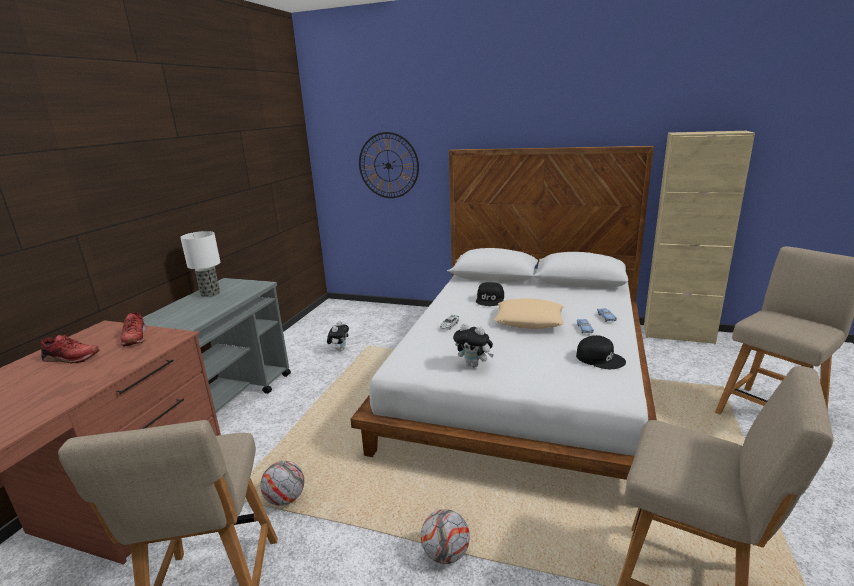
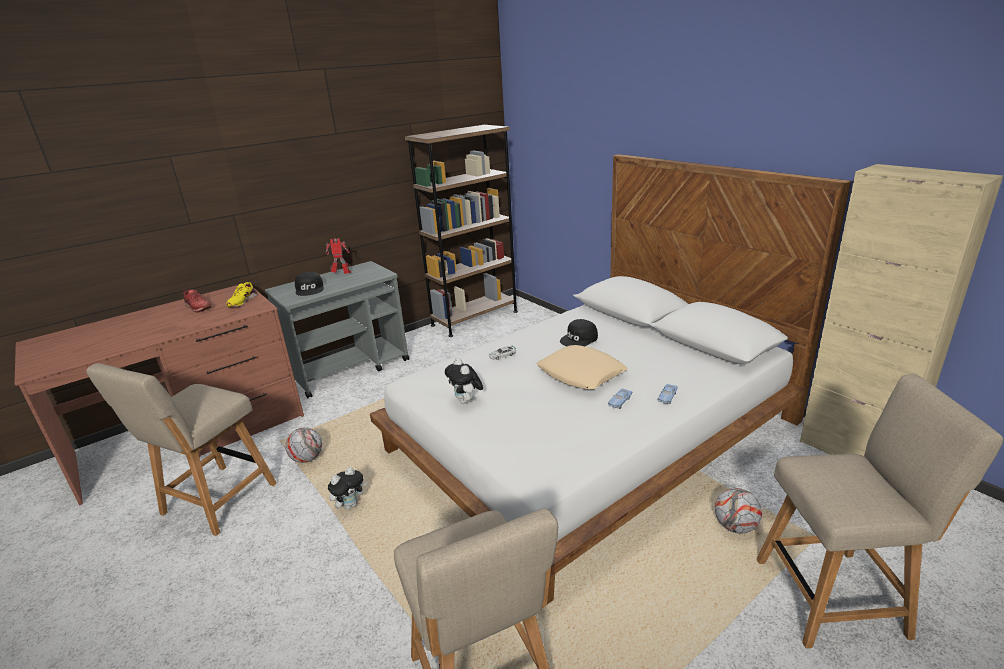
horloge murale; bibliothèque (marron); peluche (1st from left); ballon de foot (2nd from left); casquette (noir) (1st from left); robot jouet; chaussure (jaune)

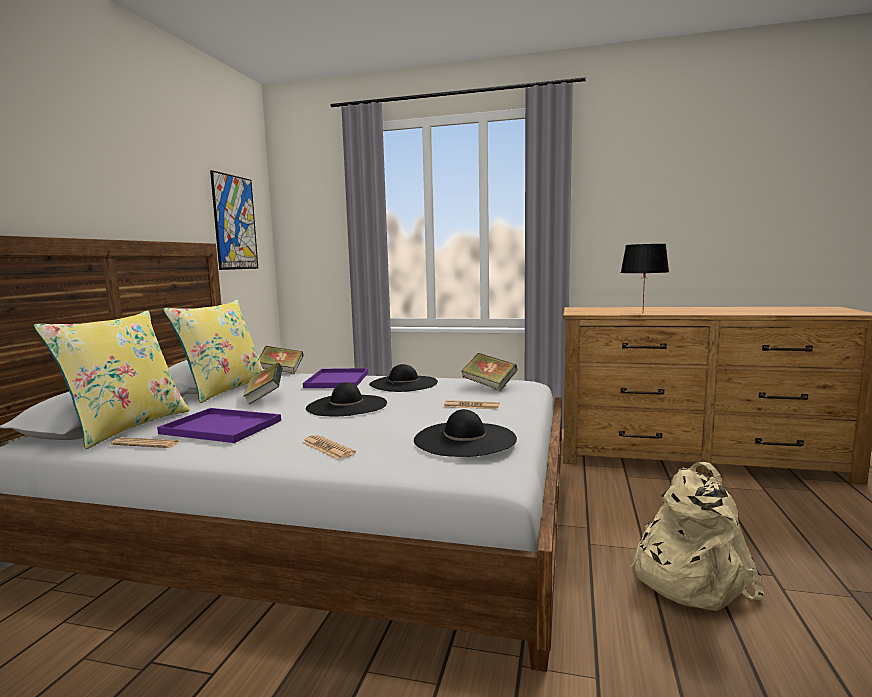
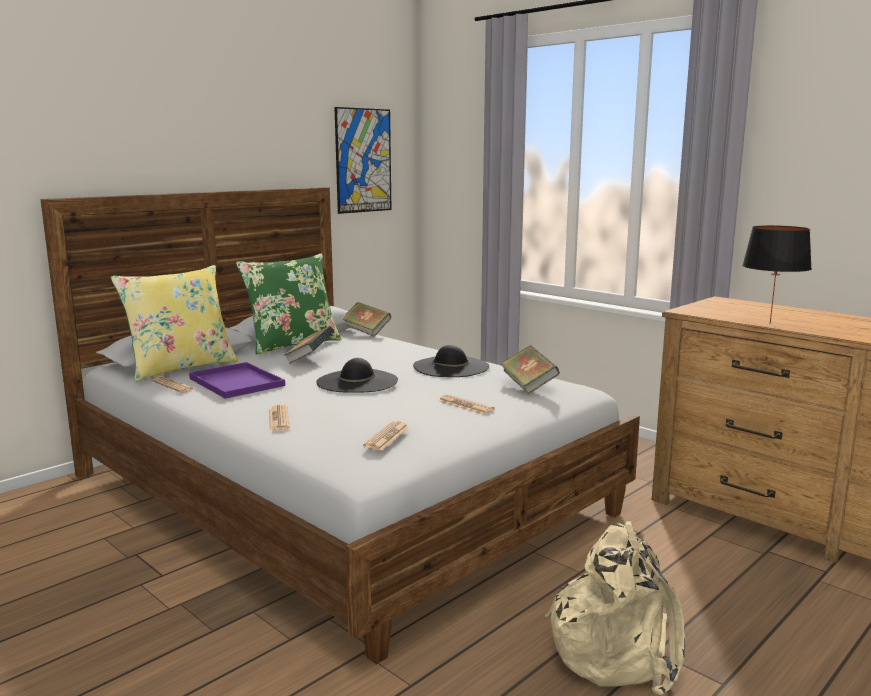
plateau (violet) (2nd from left in the first image); journal (3rd from left); coussin (vert)

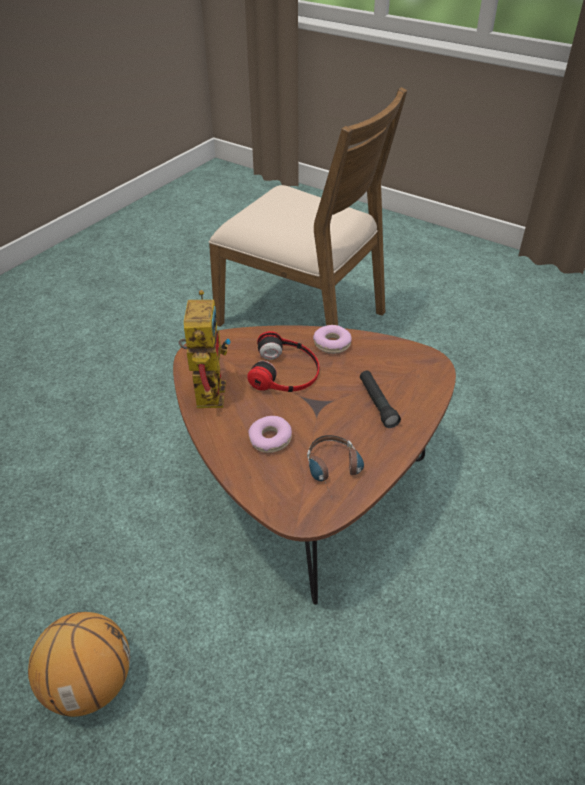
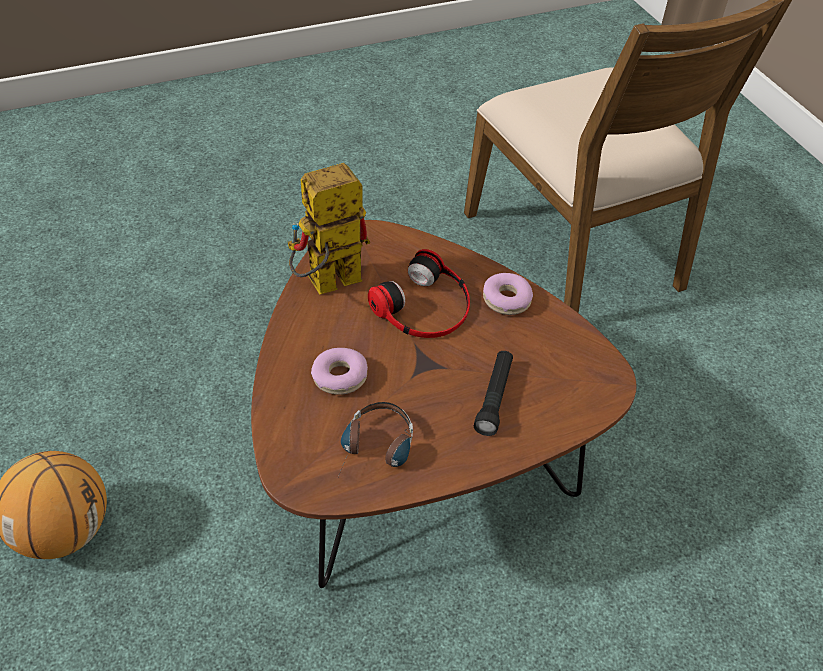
robot jouet

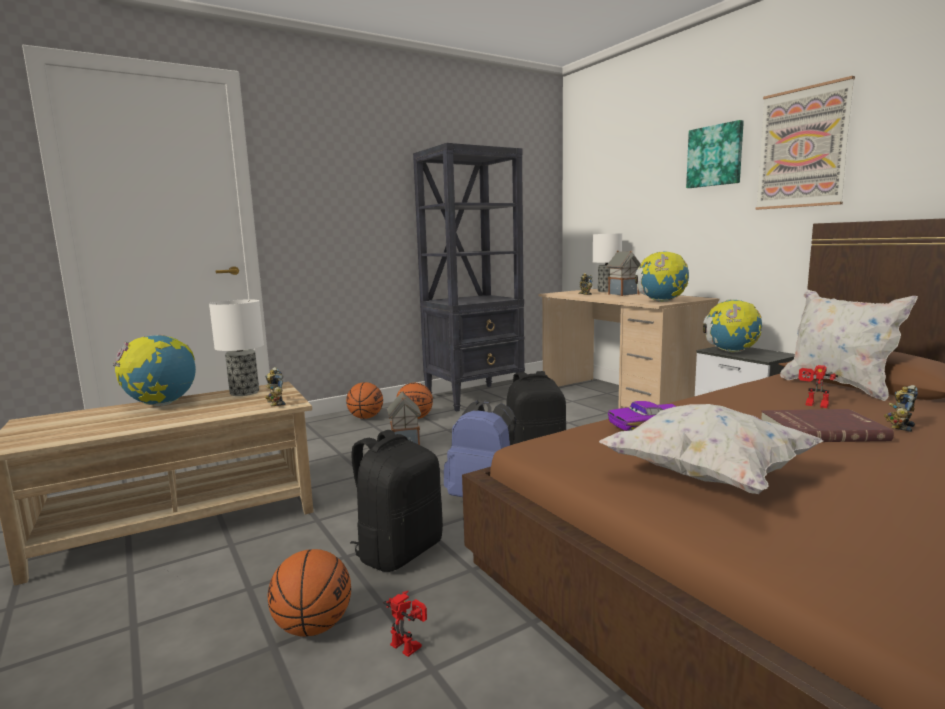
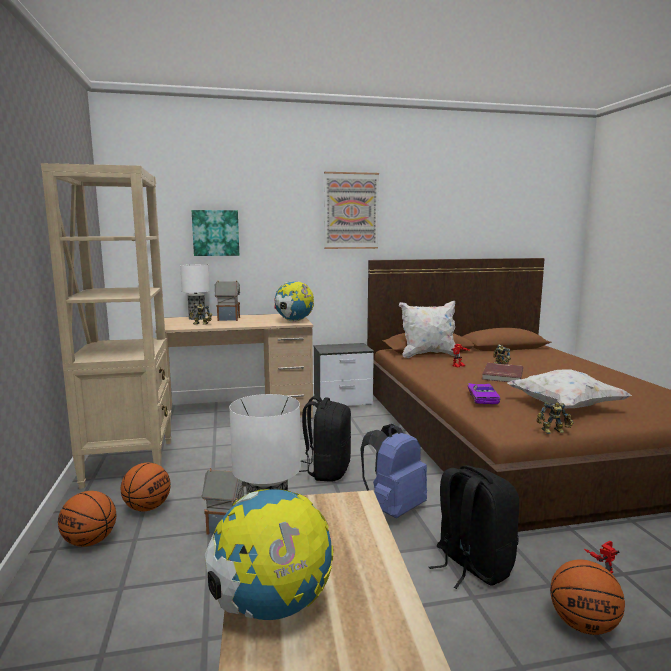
globe (3rd from left in the first image); robot jouet (4th from left); tableau (1st from left); bibliothèque (beige)

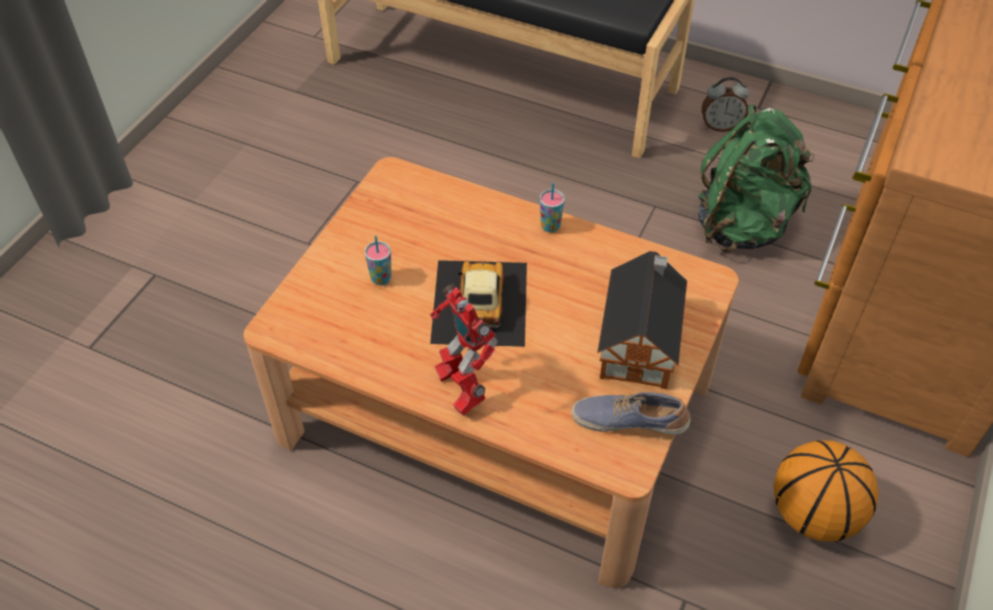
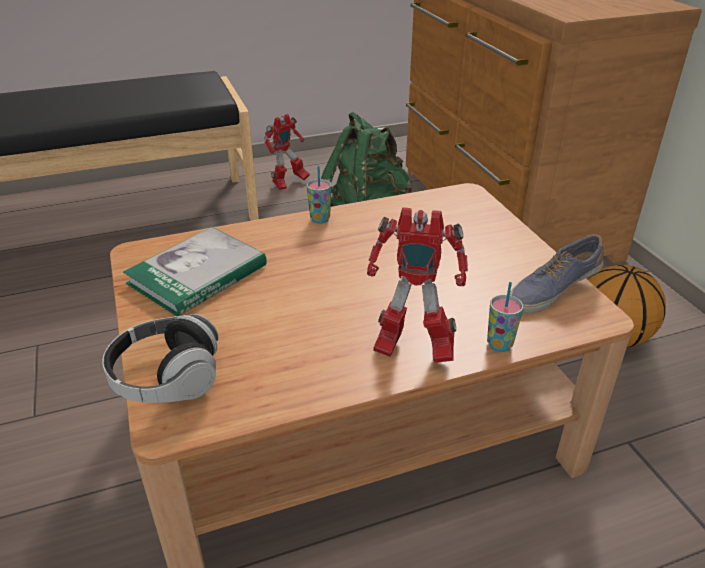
petite voiture; maison miniature; casque audio; livre; tasse (2nd from left); robot jouet (1st from left)

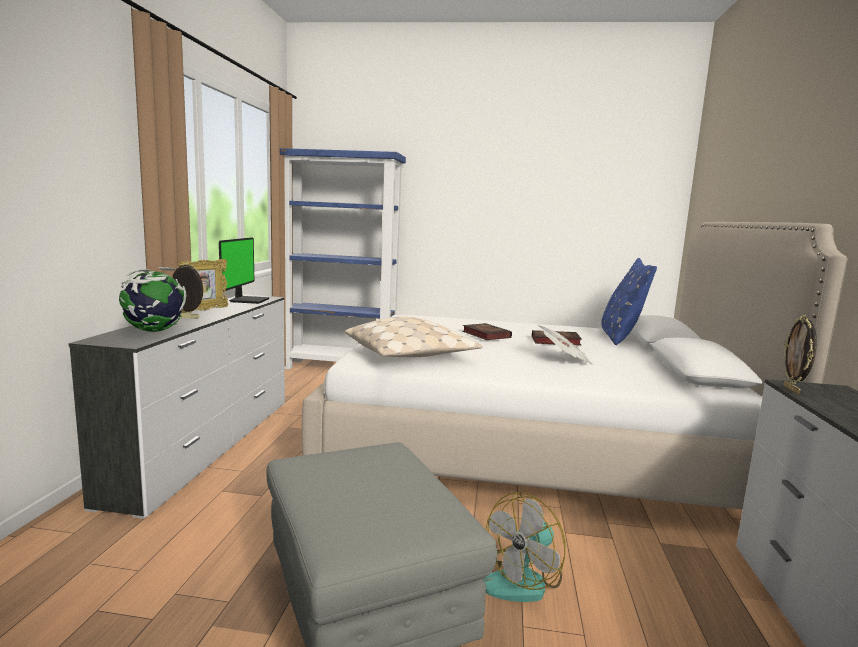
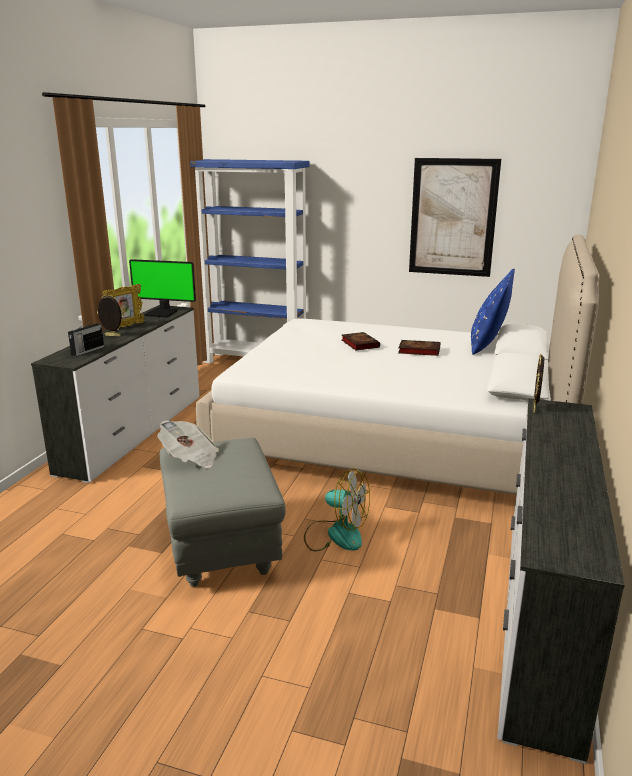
coussin (beige); tableau; journal; radio; écran d'ordinateur; ventilateur

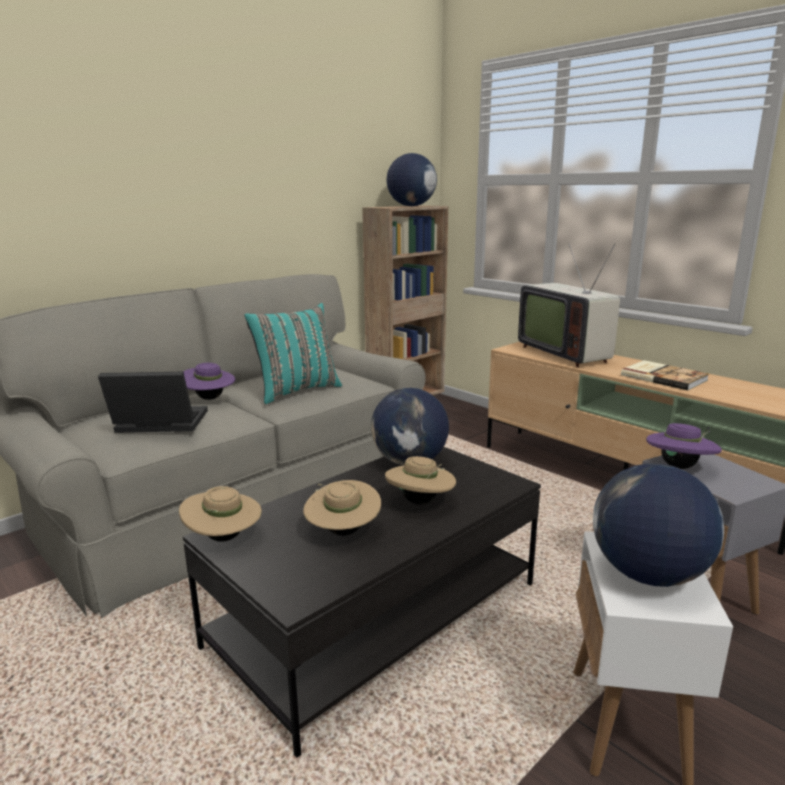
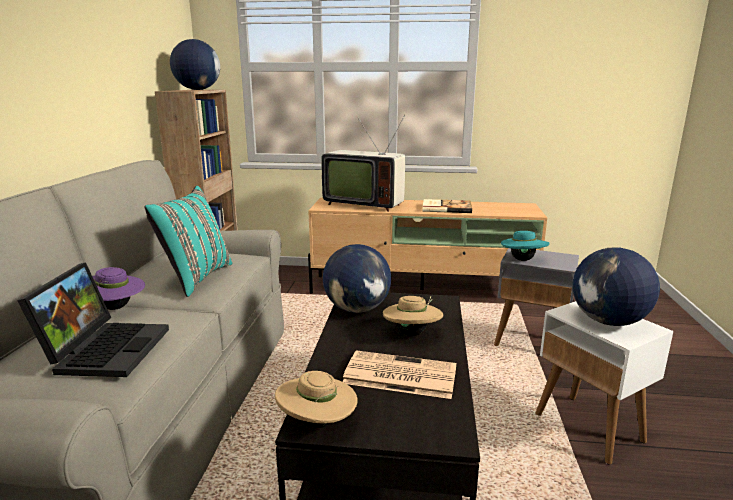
journal; chapeau (turquoise); ordinateur portable

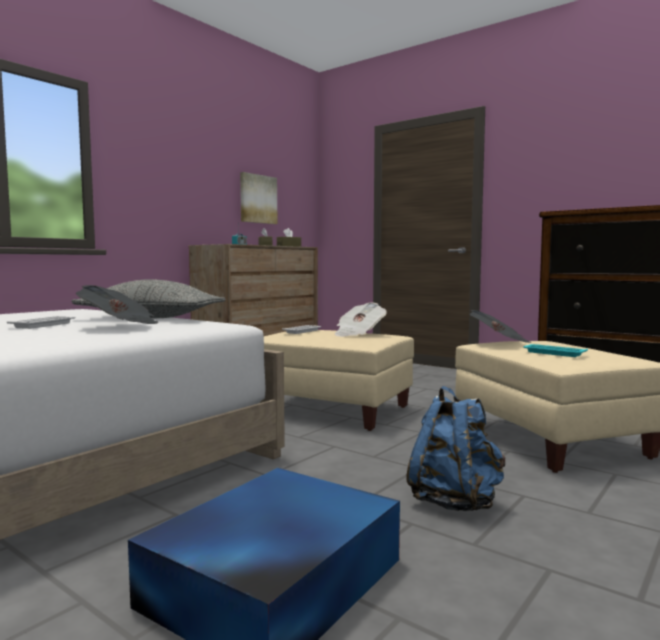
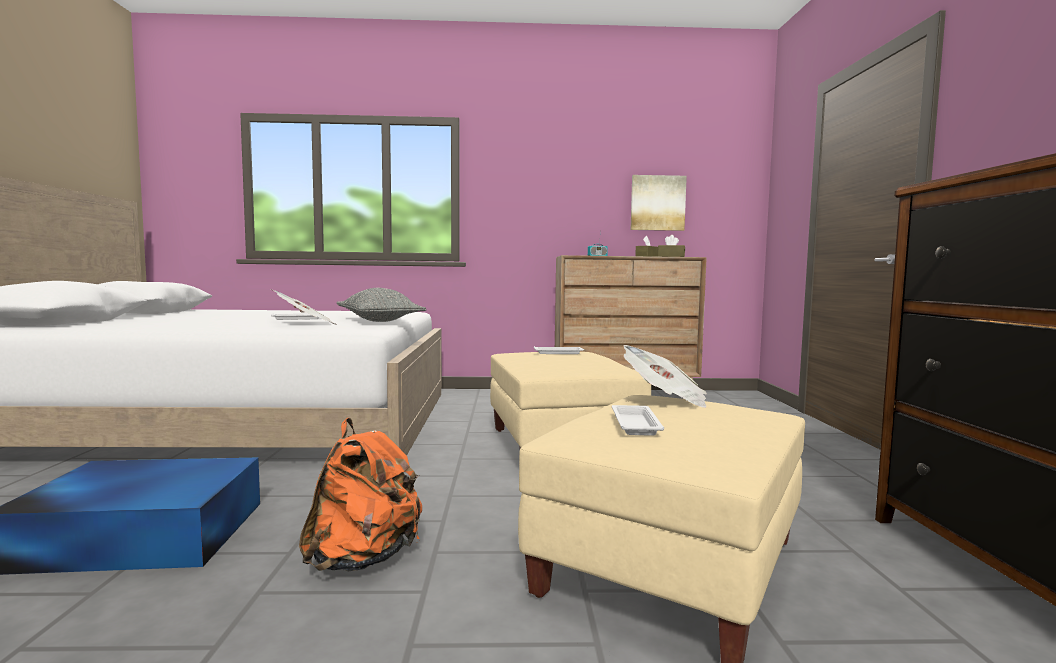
journal (2nd from left in the first image); sac à dos (orange); plateau (blanc) (3rd from left)

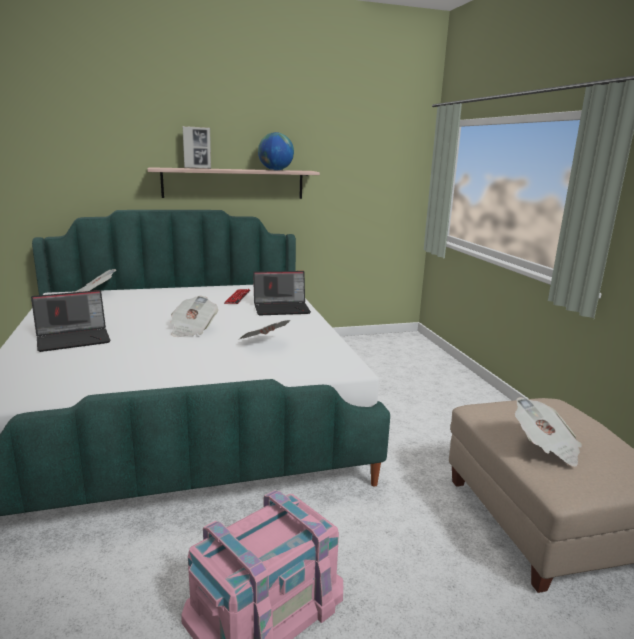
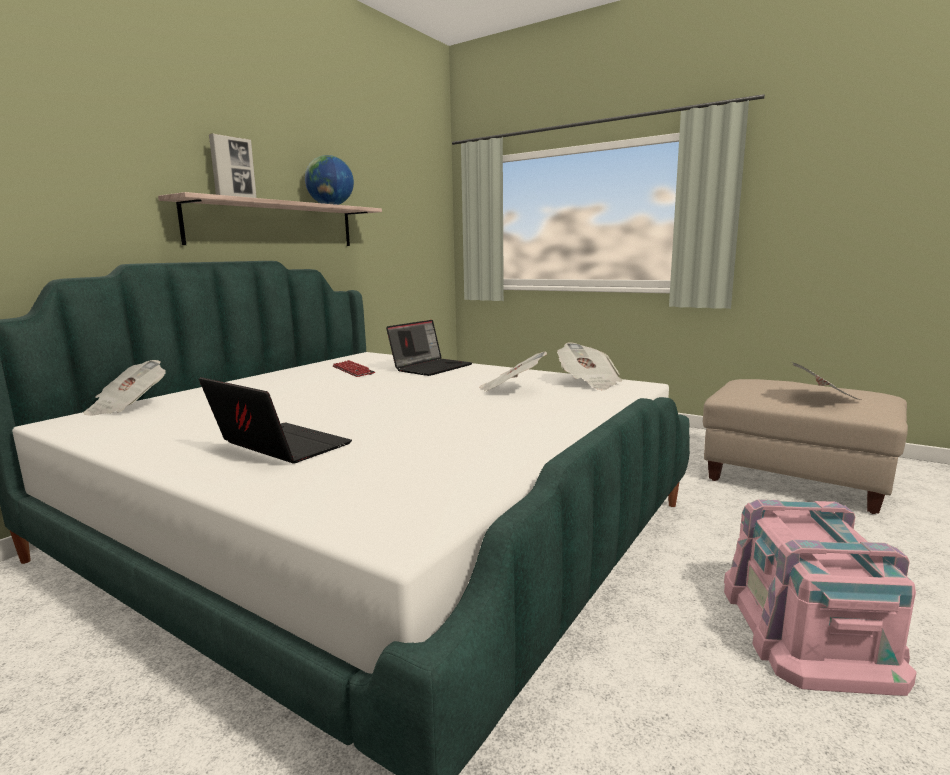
journal (3rd from left); ordinateur portable (1st from left)

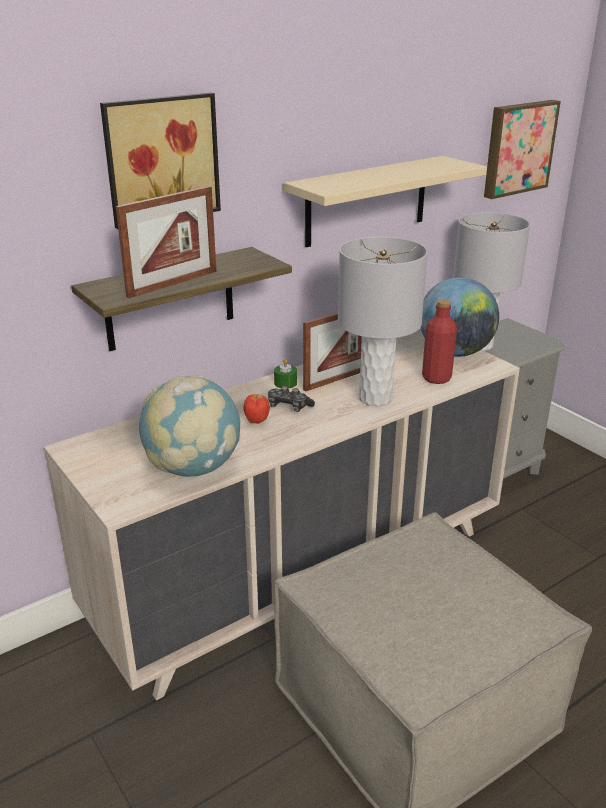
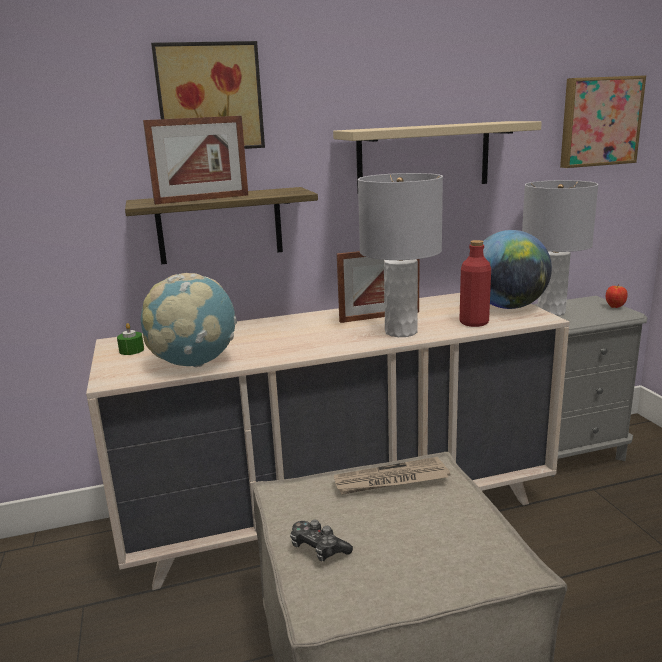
journal; pomme; manette; bougie (vert)

